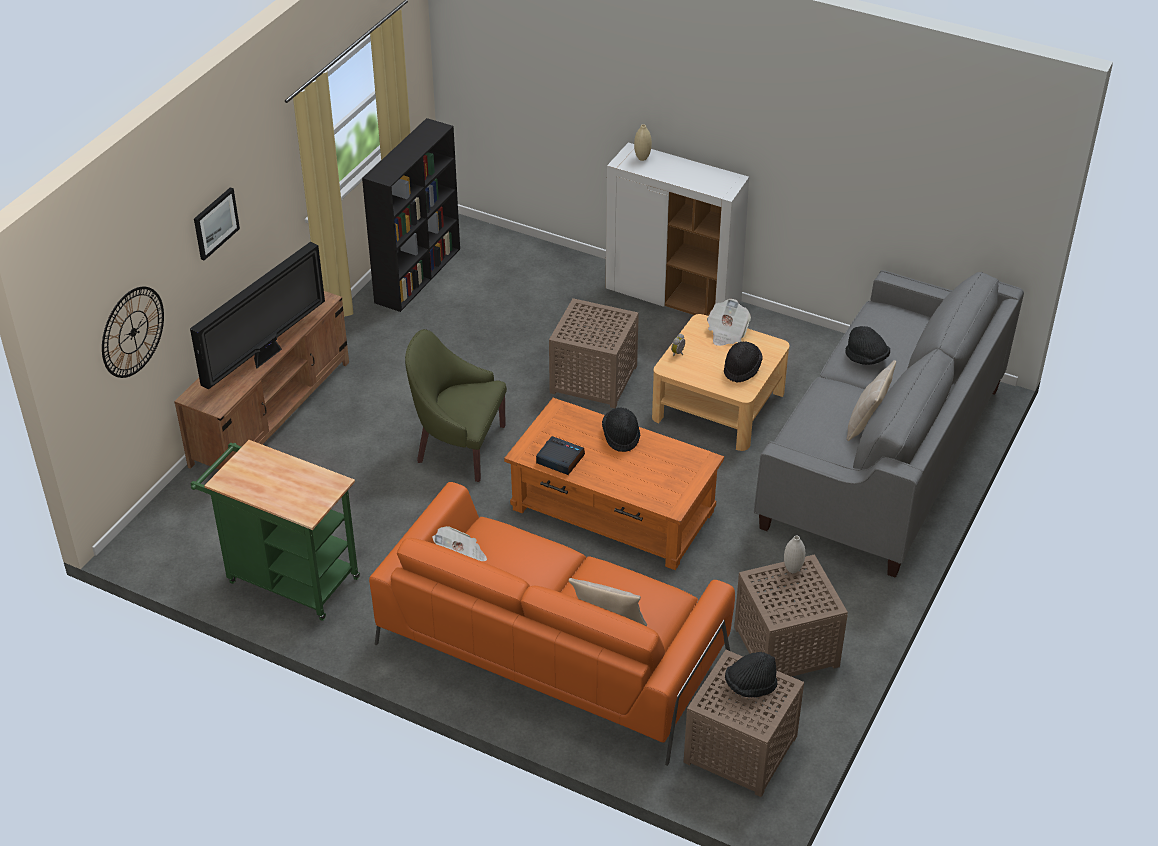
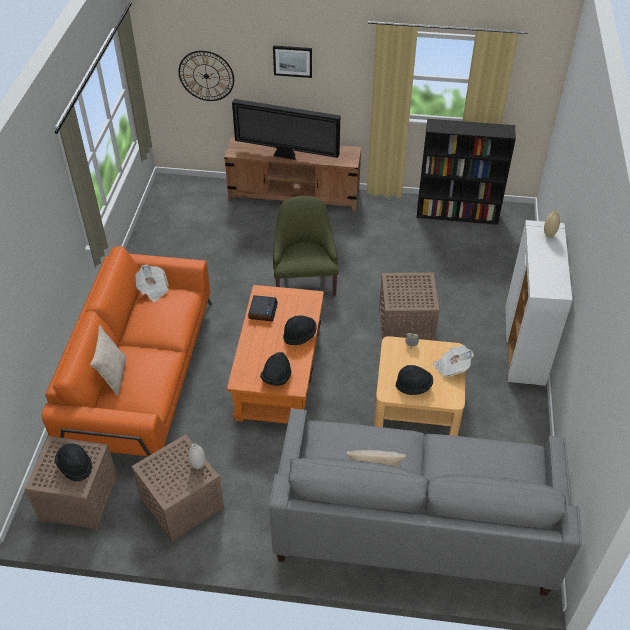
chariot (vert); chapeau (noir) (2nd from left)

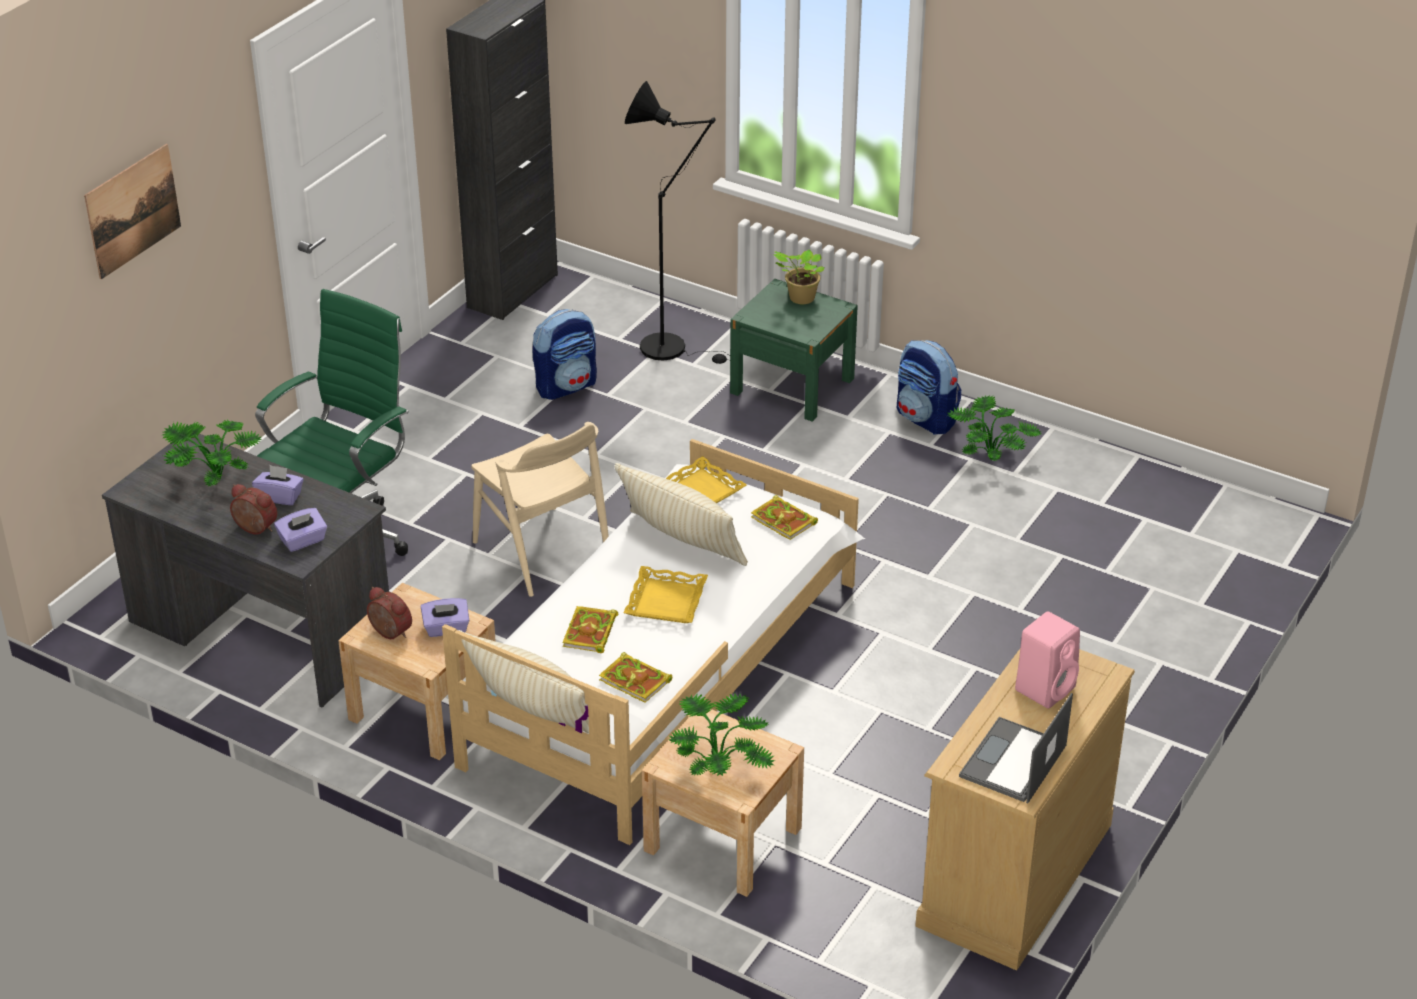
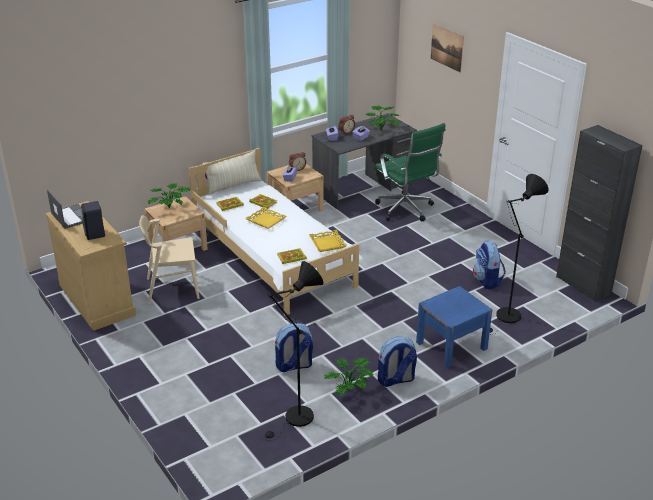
coussin (beige) (2nd from left in the first image); plante en pot (3rd from left in the first image); lampadaire (noir) (1st from left); sac à dos (1st from left); chaise (beige); table de chevet (bleu); enceinte (noir)

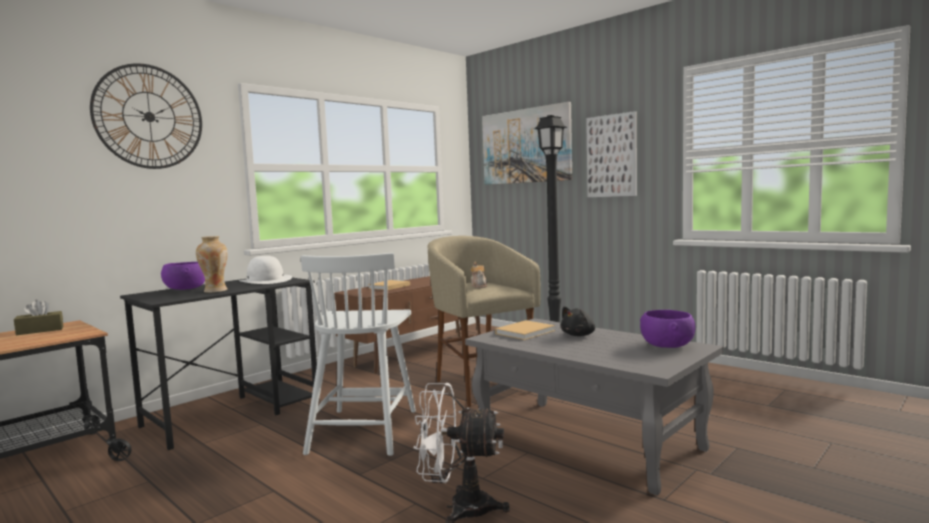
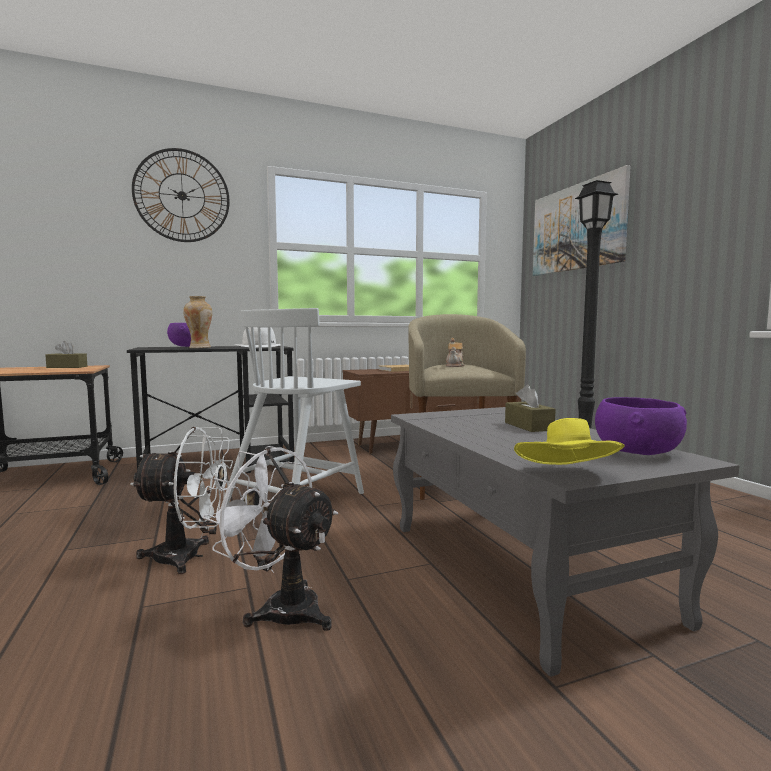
livre (beige) (2nd from left in the first image); tableau (2nd from left in the first image); ventilateur (blanc) (1st from left); chapeau (jaune); boîte à mouchoirs (marron) (2nd from left)

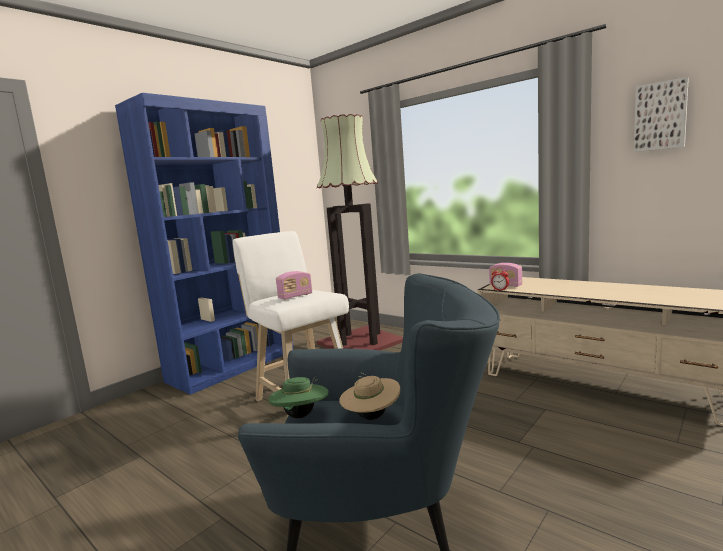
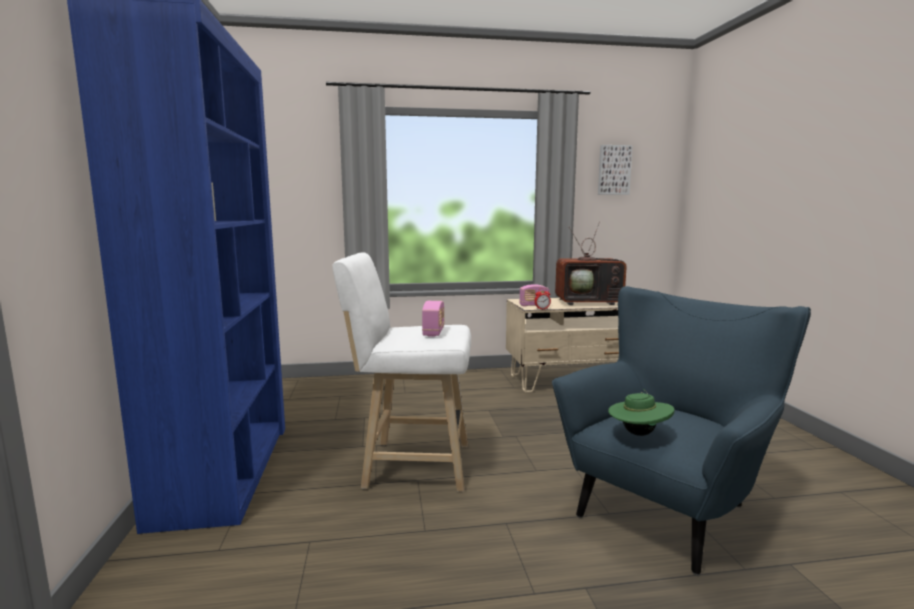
lampadaire; chapeau (beige); téléviseur

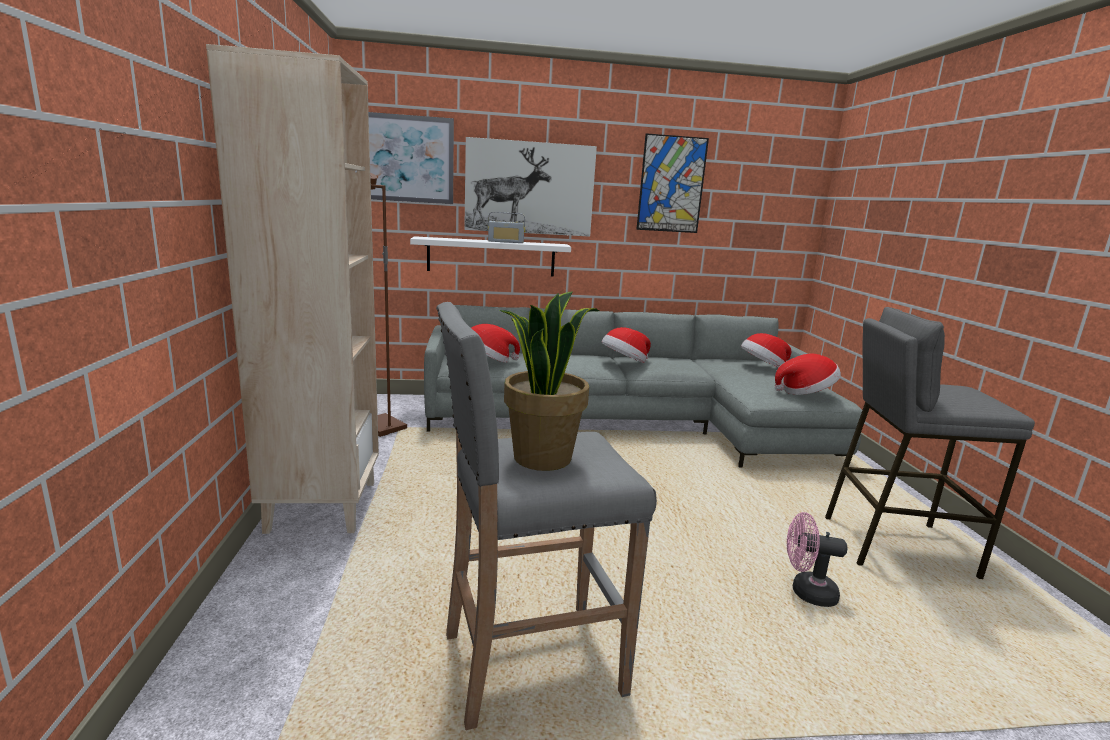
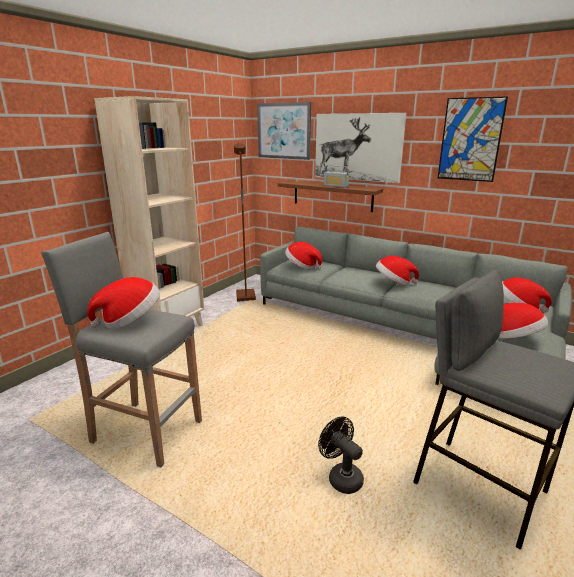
chapeau (1st from left); étagère (marron); ventilateur (noir)

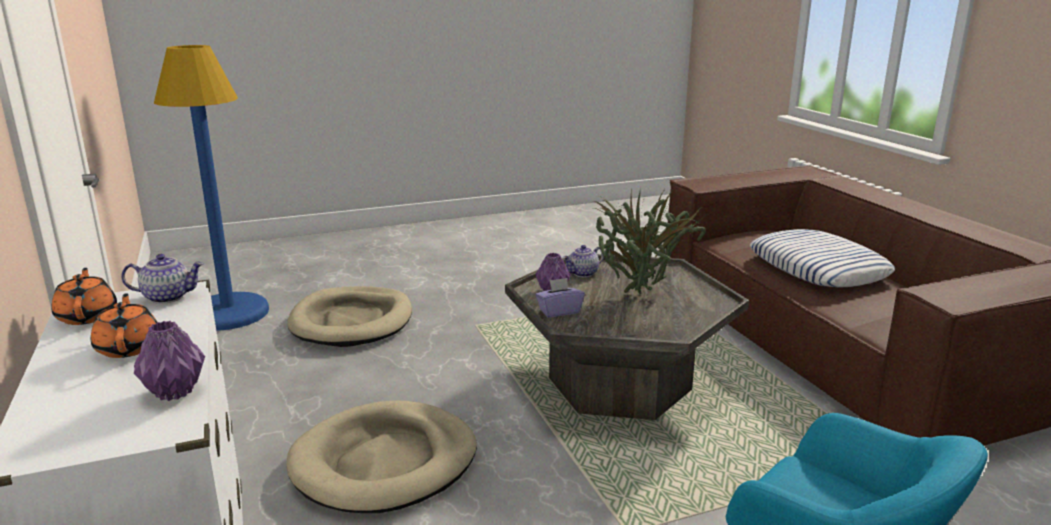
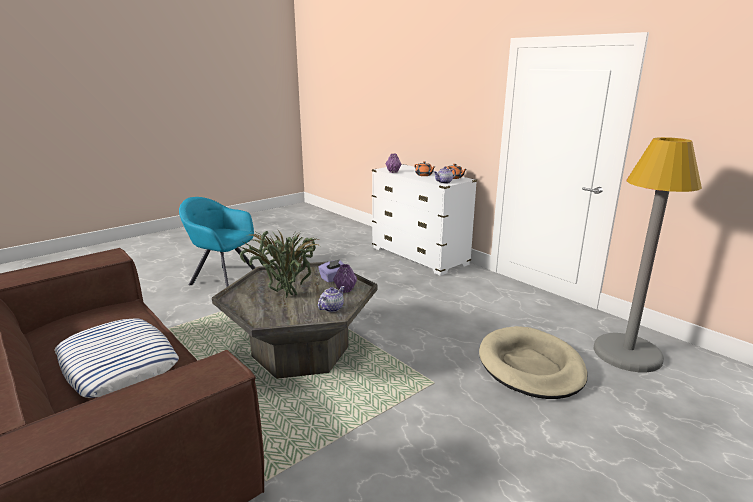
panier pour chien (beige) (2nd from left in the first image); lampadaire (gris)

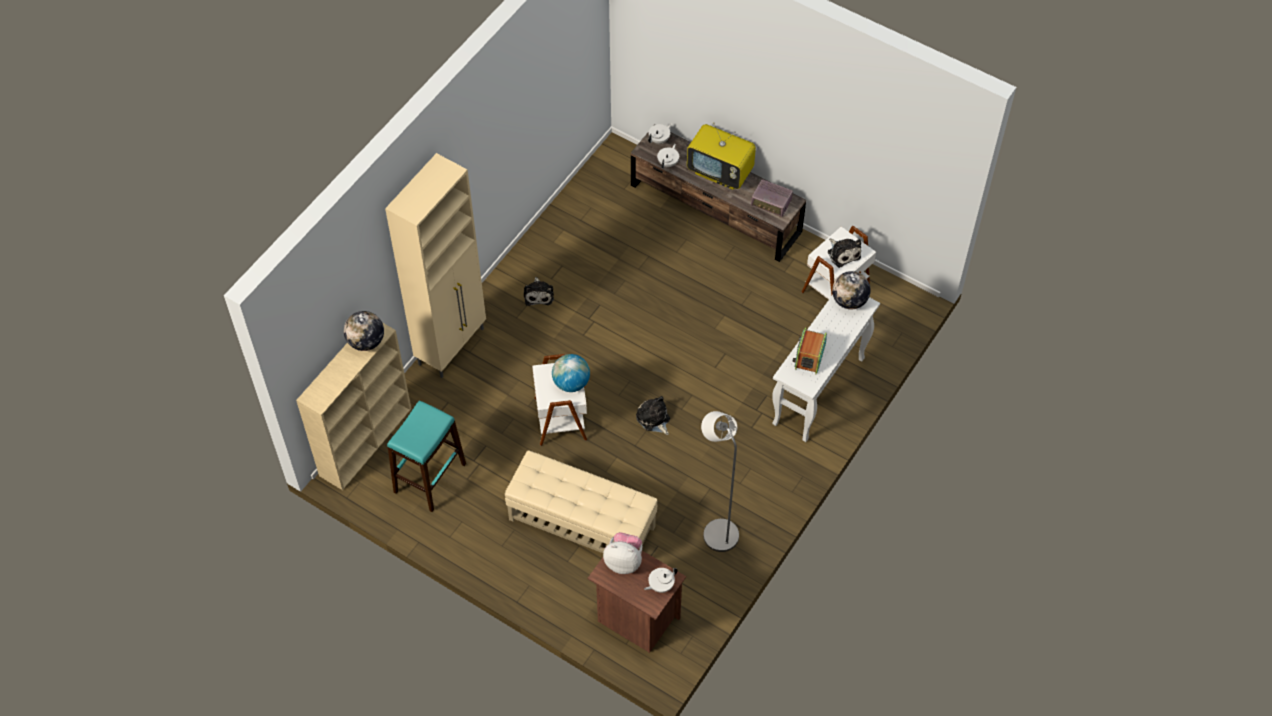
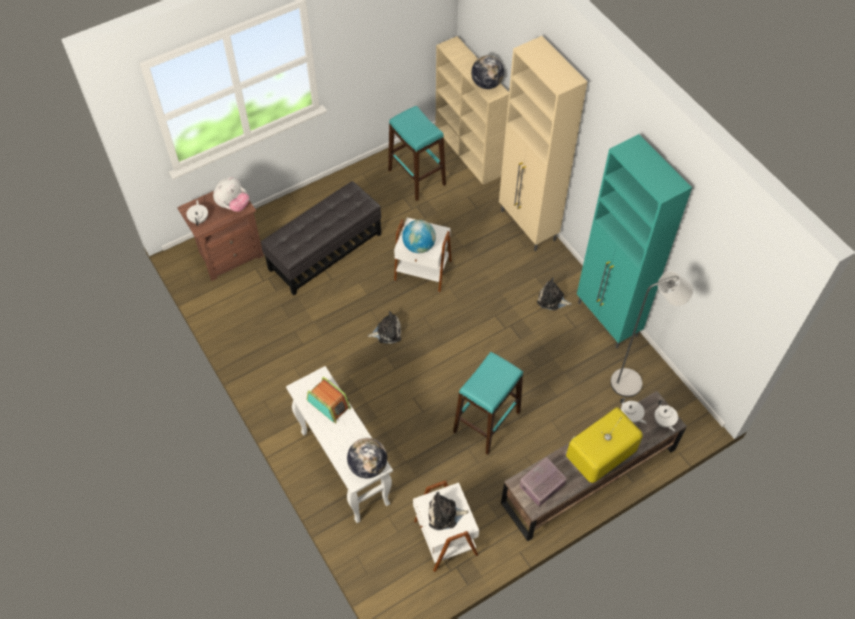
tabouret (turquoise) (2nd from left); meuble de rangement (turquoise); lampadaire (gris); pouf (noir)

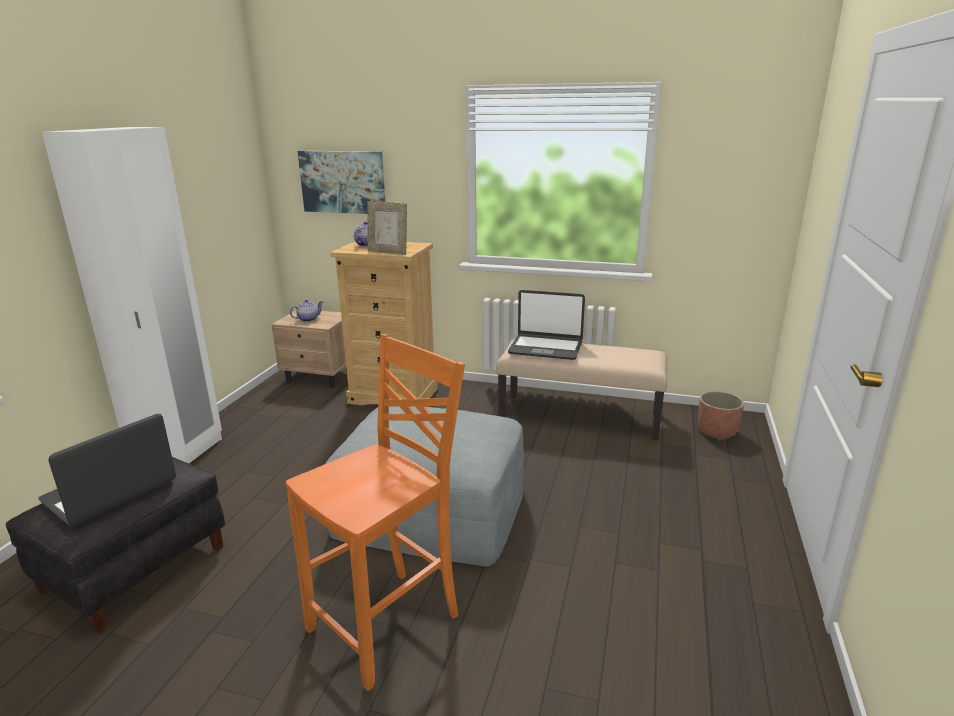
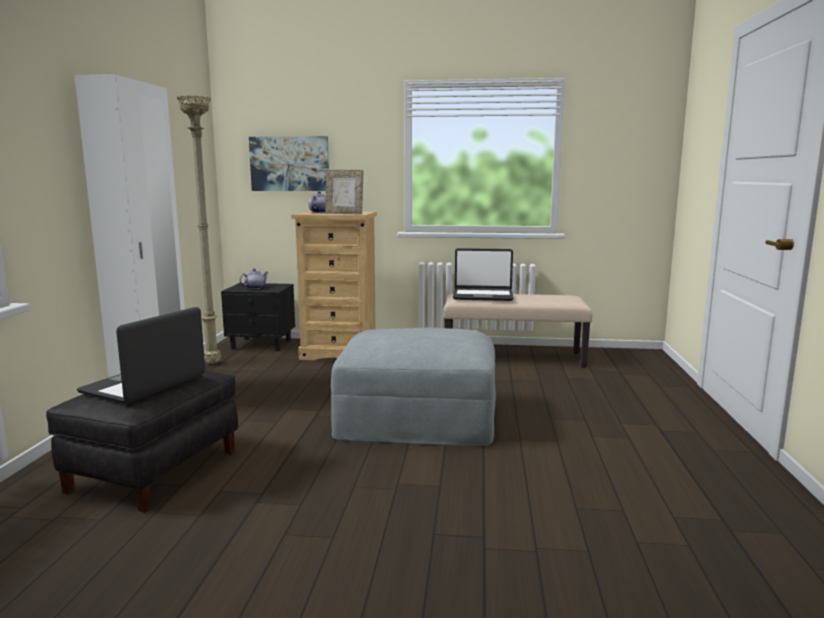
chaise (orange); cache-pot; lampadaire (beige); table de chevet (noir)

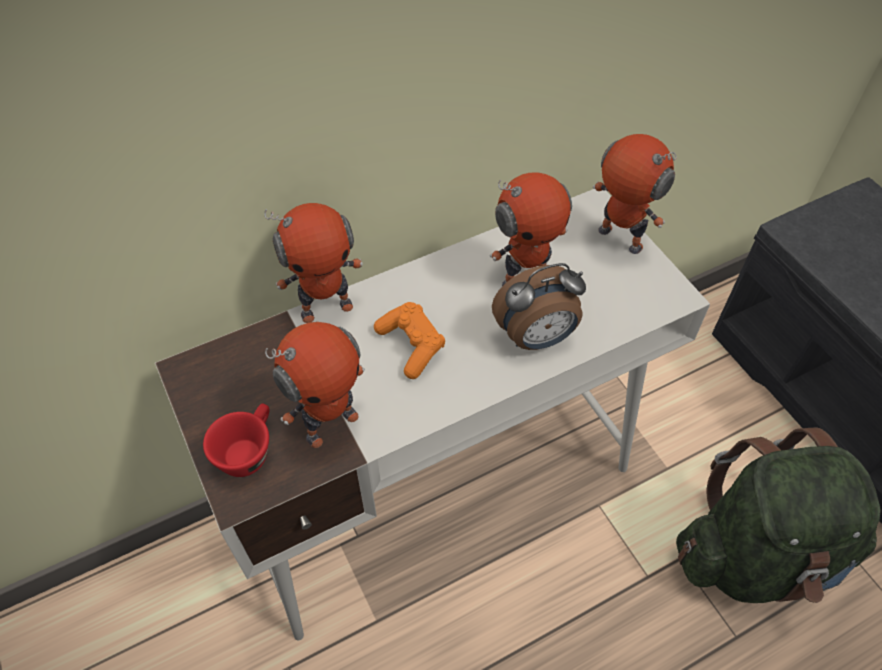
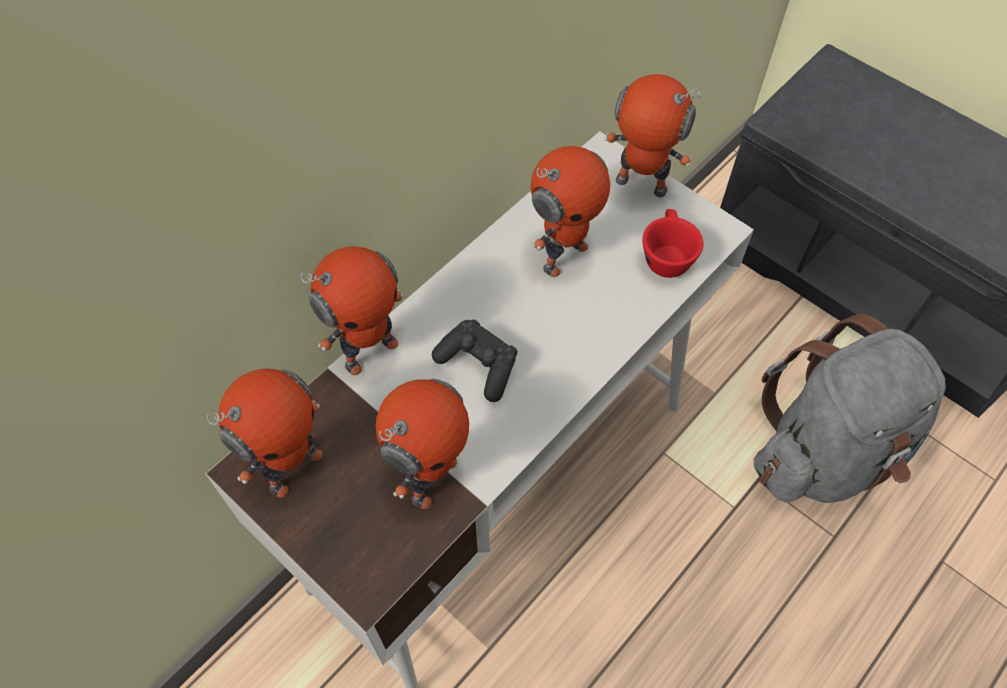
réveil; robot jouet (1st from left); tasse (rouge); manette (noir); sac à dos (gris)

